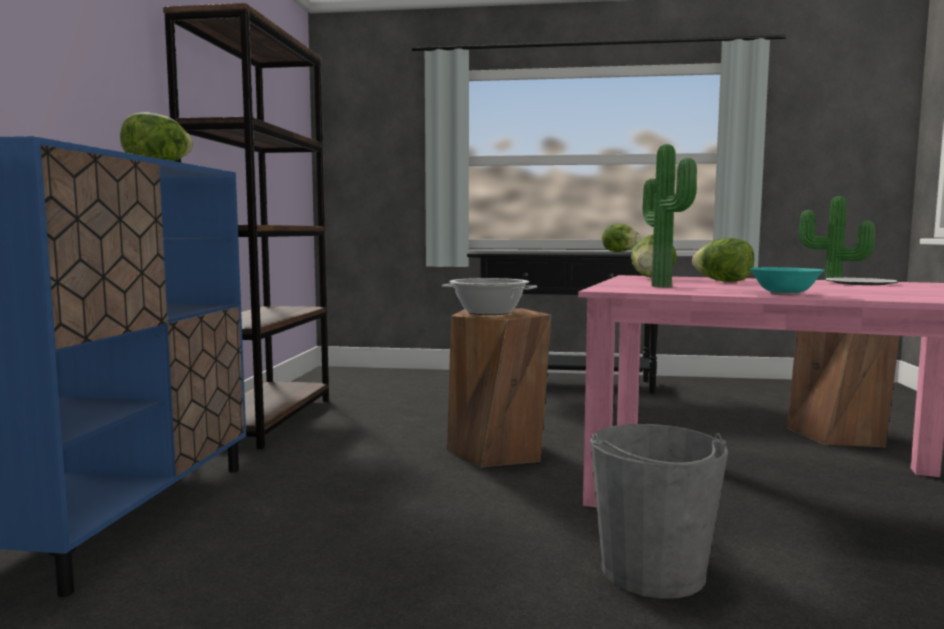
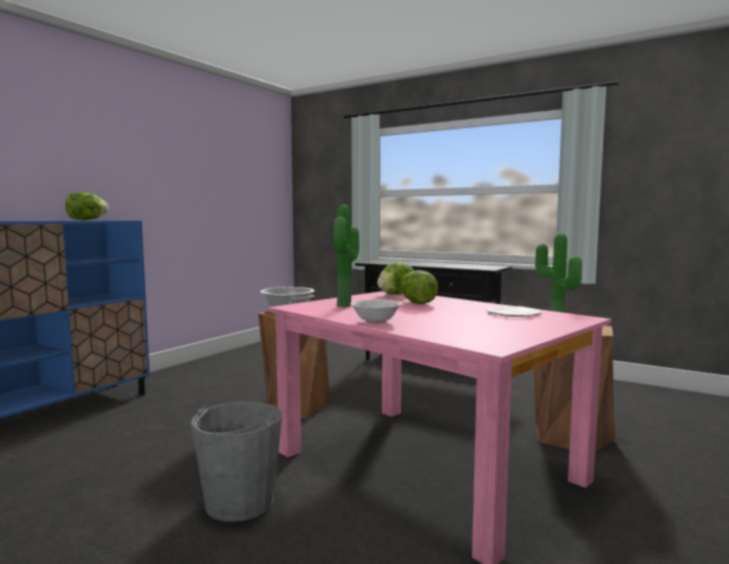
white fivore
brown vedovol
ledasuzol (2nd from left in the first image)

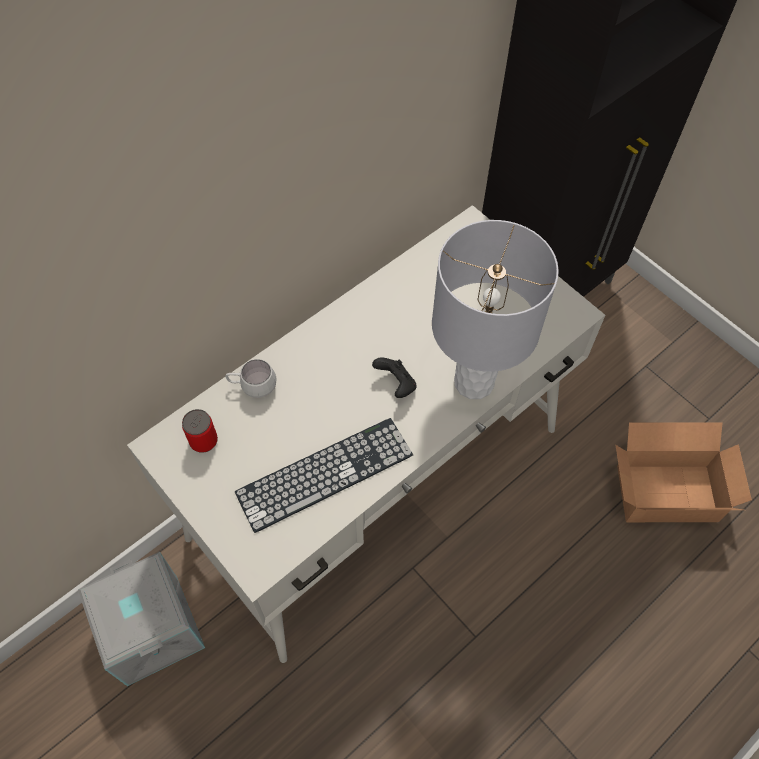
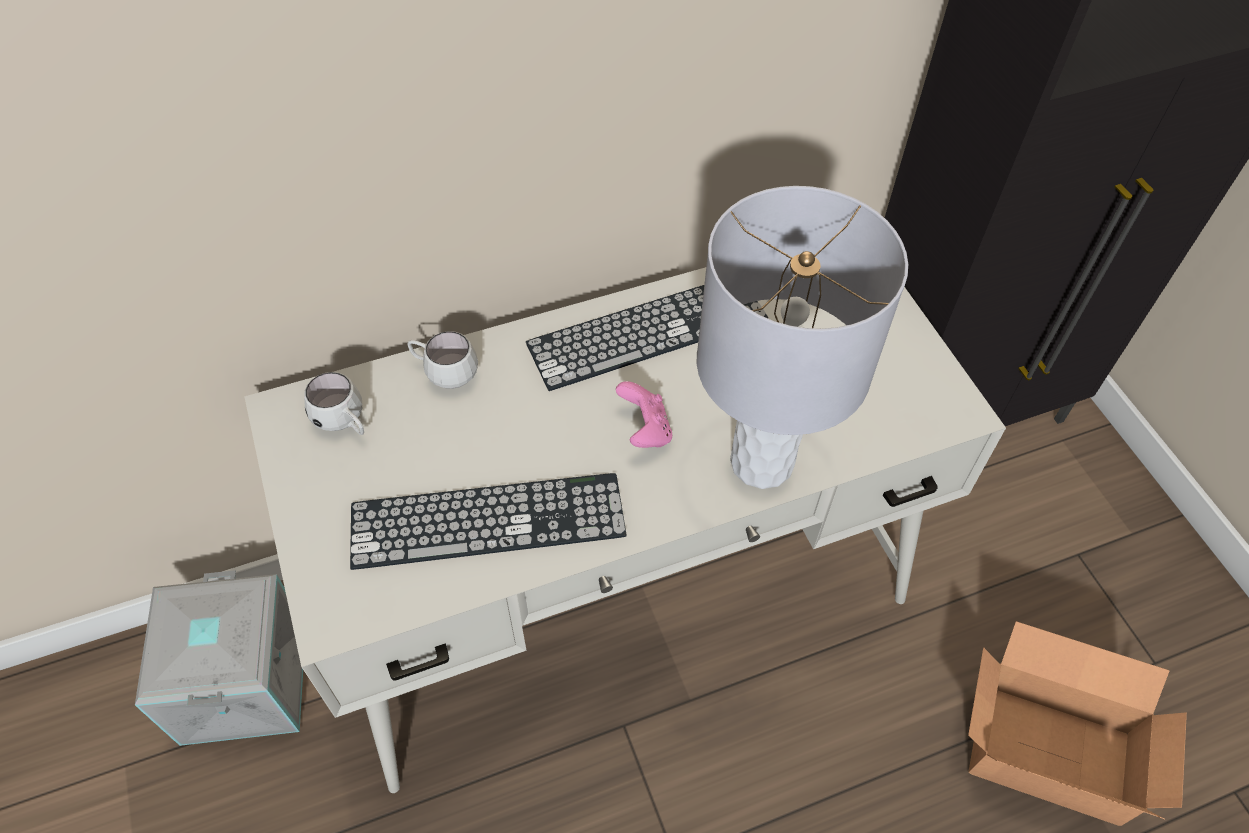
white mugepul (1st from left)
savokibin (2nd from left)
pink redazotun

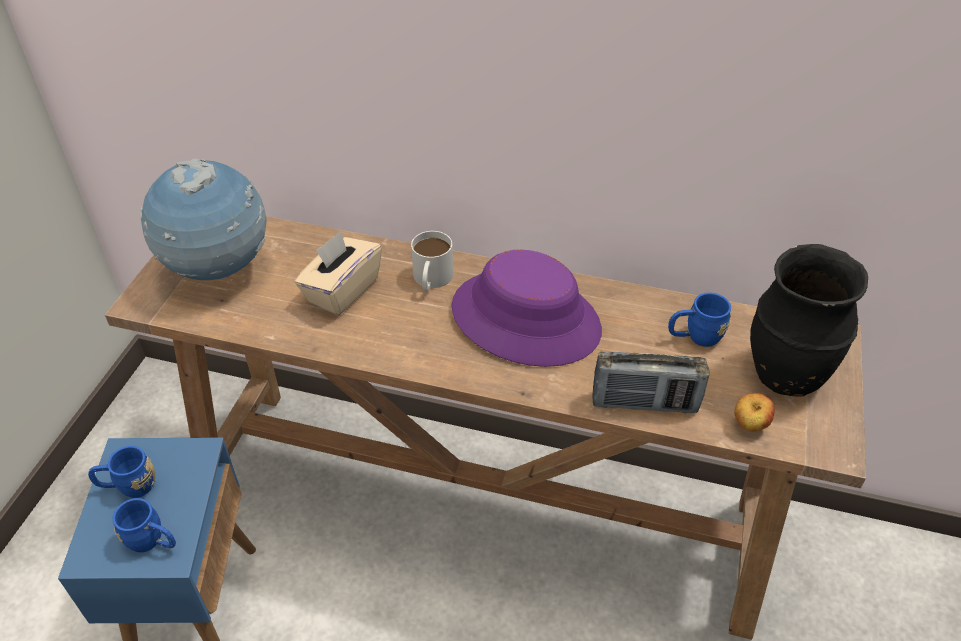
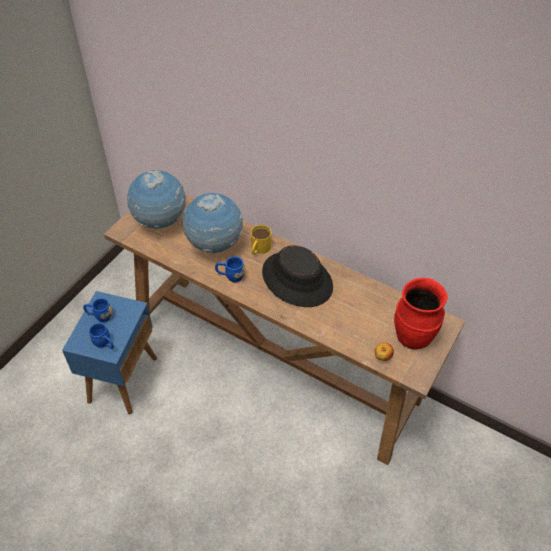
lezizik (2nd from left)
blue mugepul (3rd from left)
yellow mugepul
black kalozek
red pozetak
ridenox

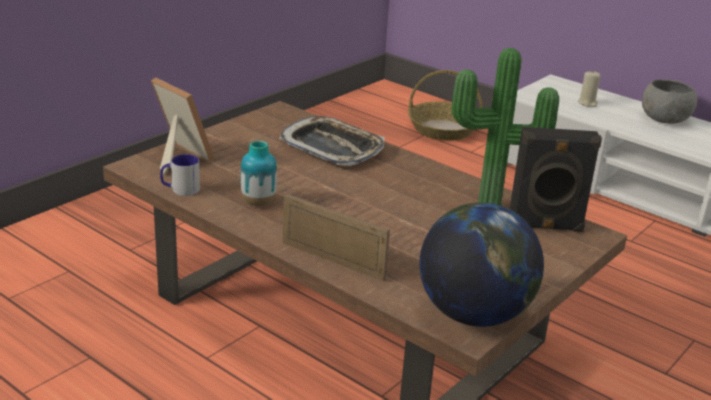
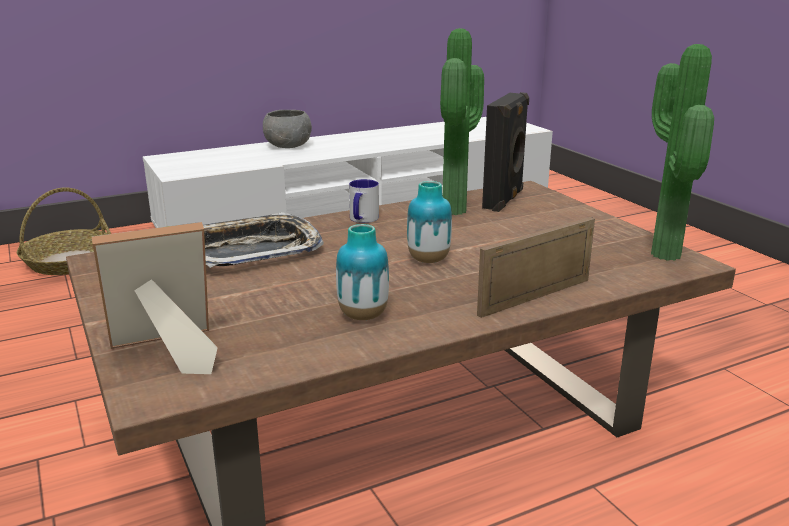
mugepul
pozetak (2nd from left)
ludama (2nd from left)
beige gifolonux

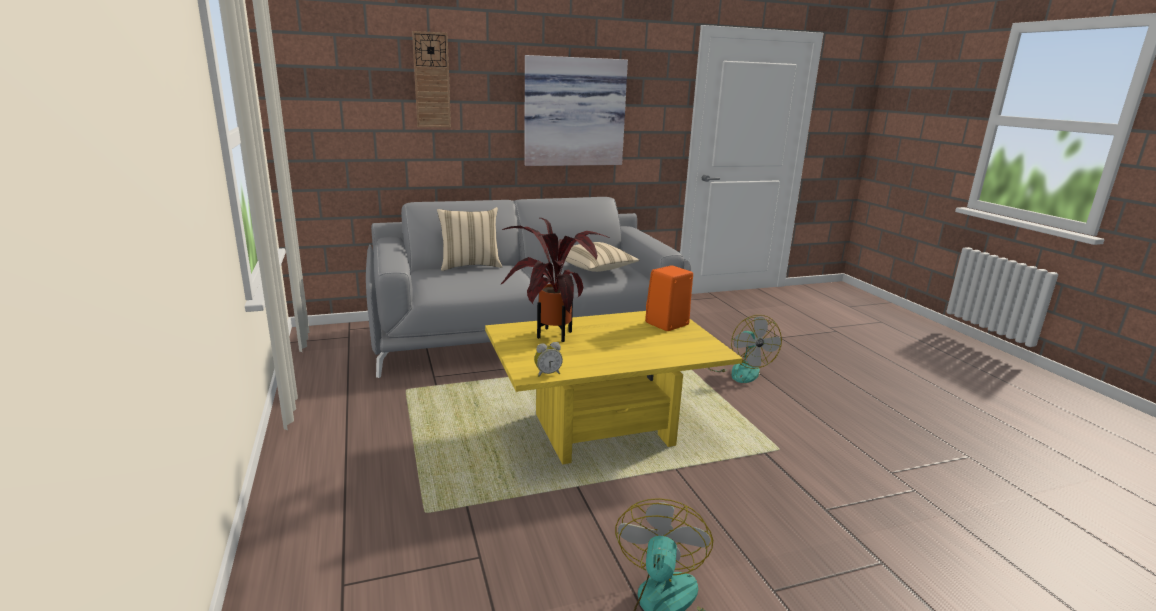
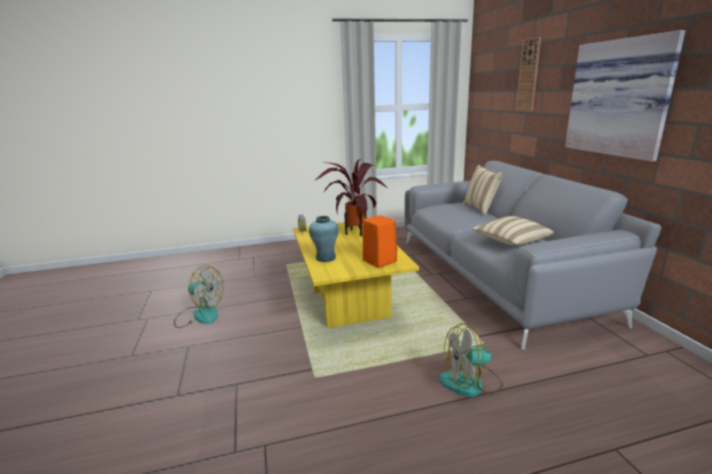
turquoise pozetak

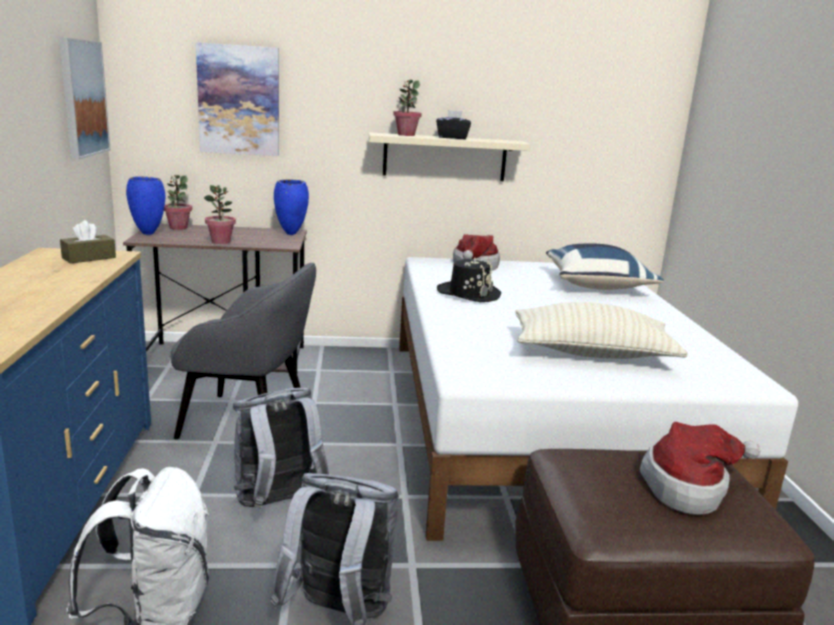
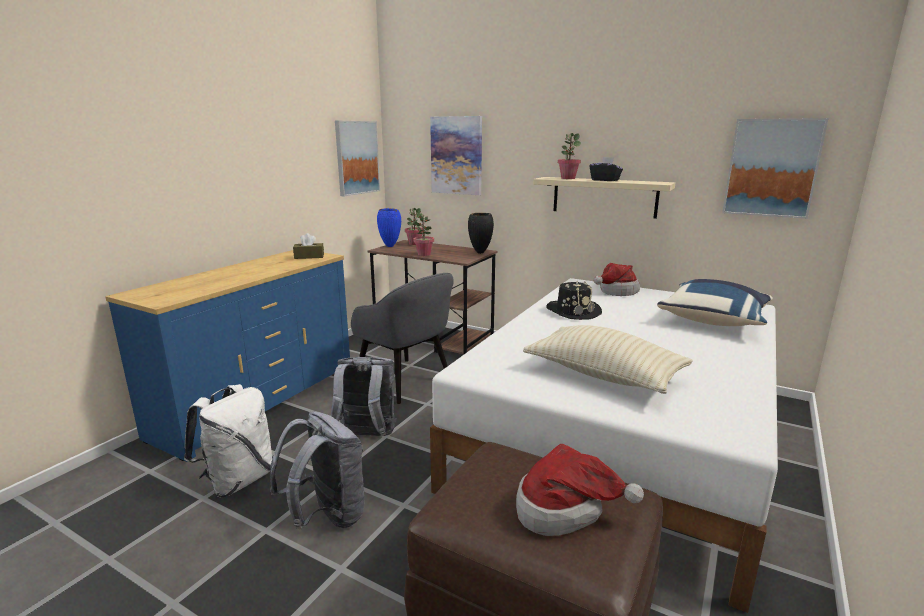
black pozetak
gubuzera (3rd from left)

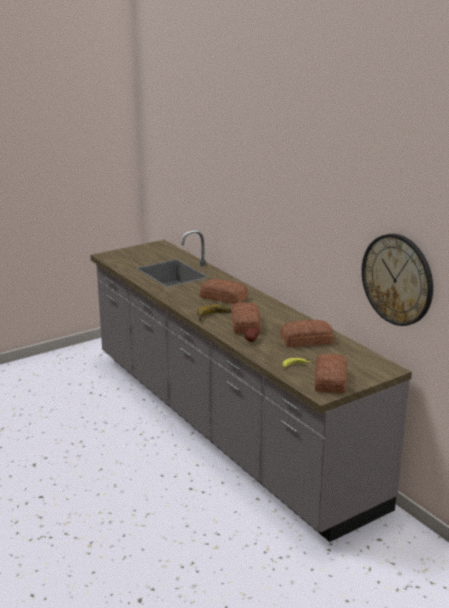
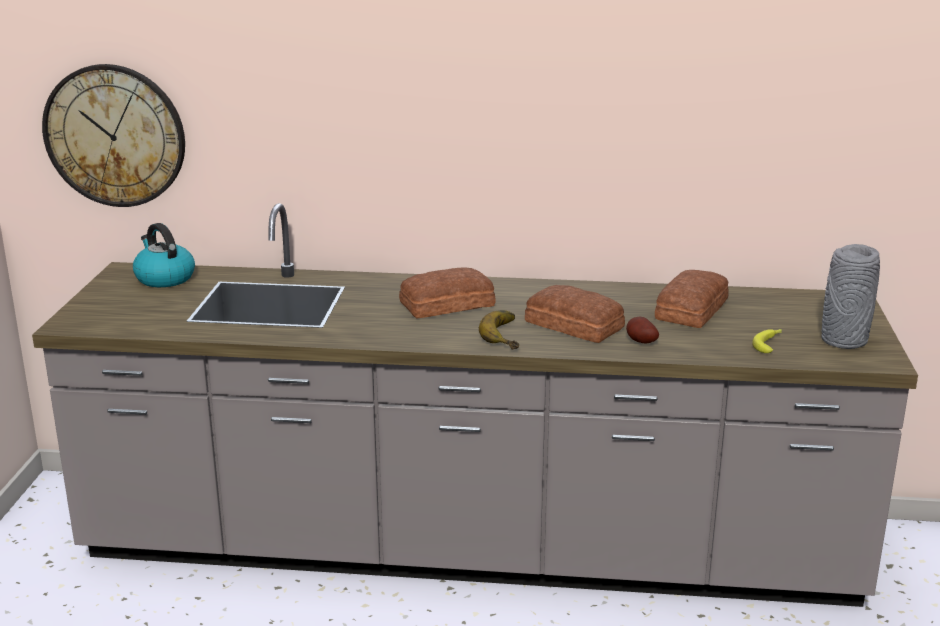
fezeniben
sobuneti
grey pozetak

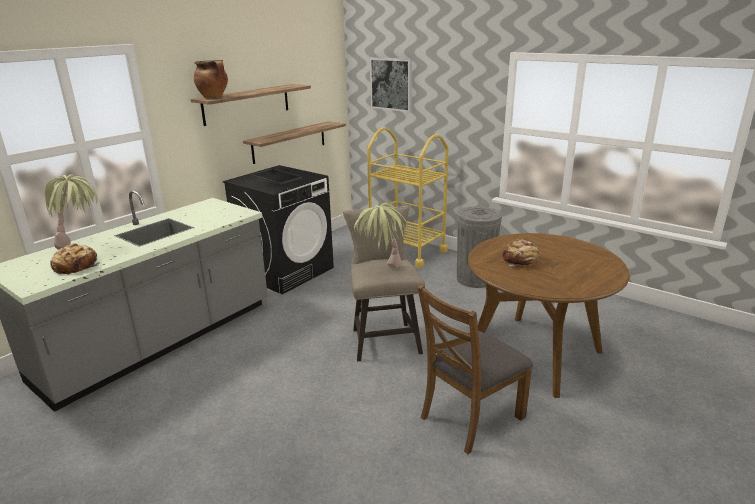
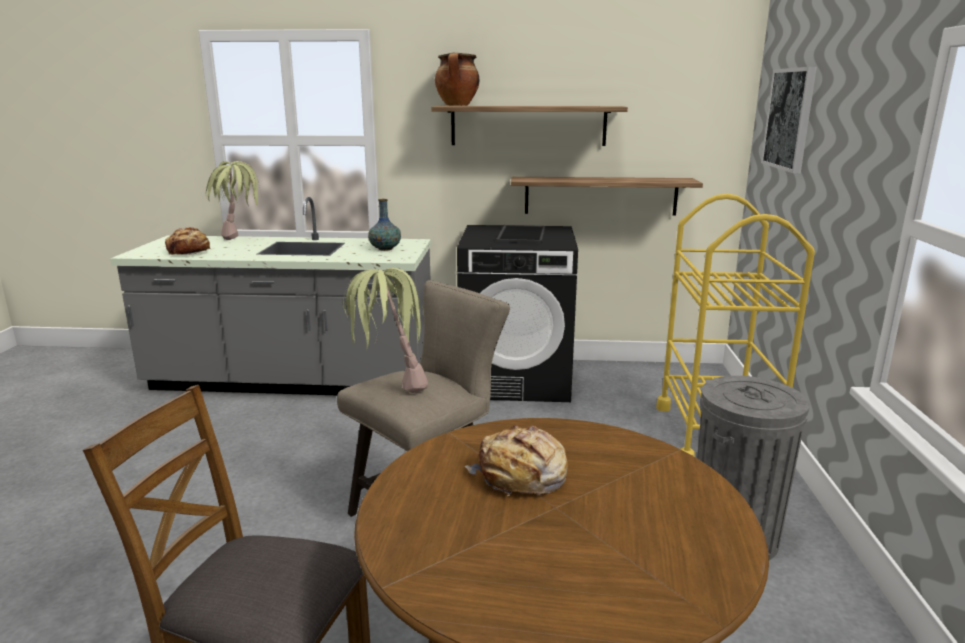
pozetak

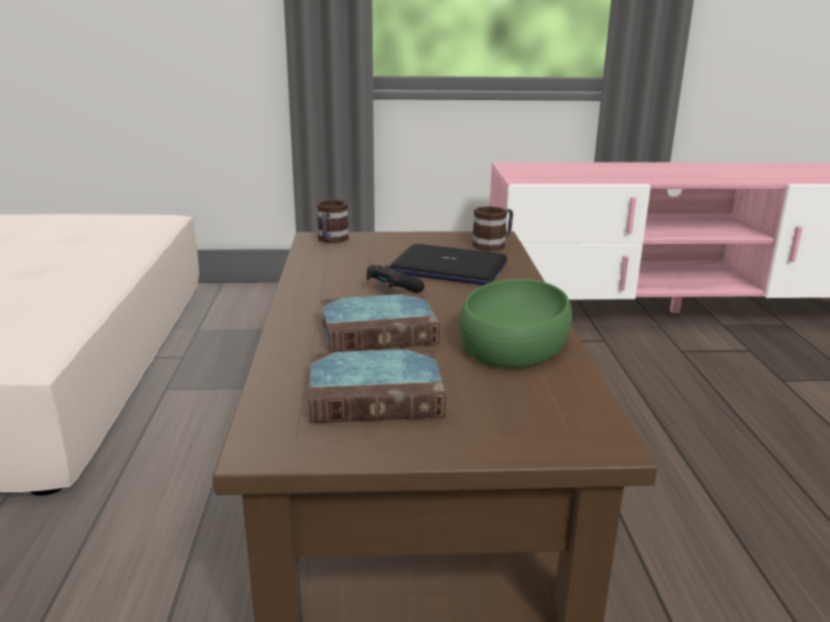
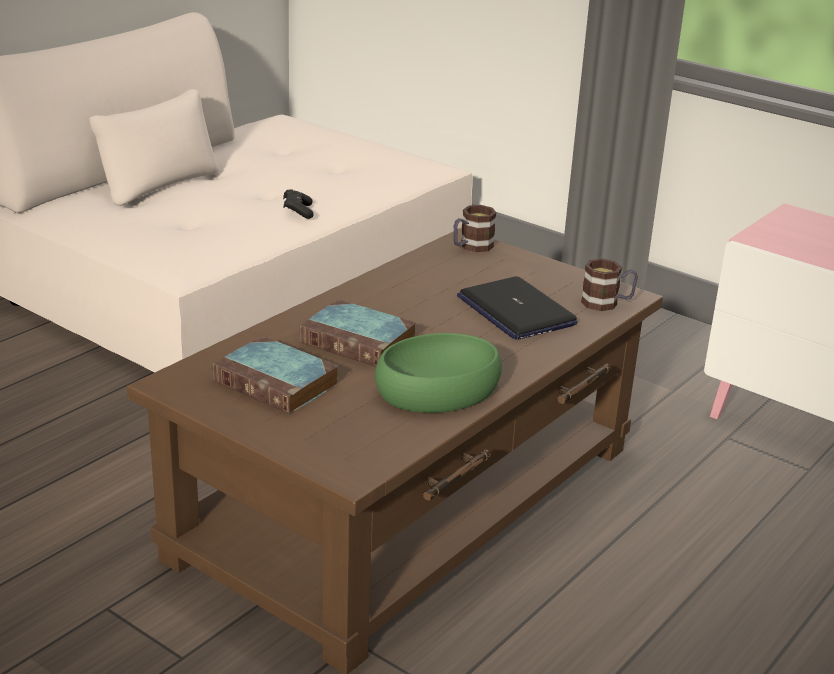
black redazotun

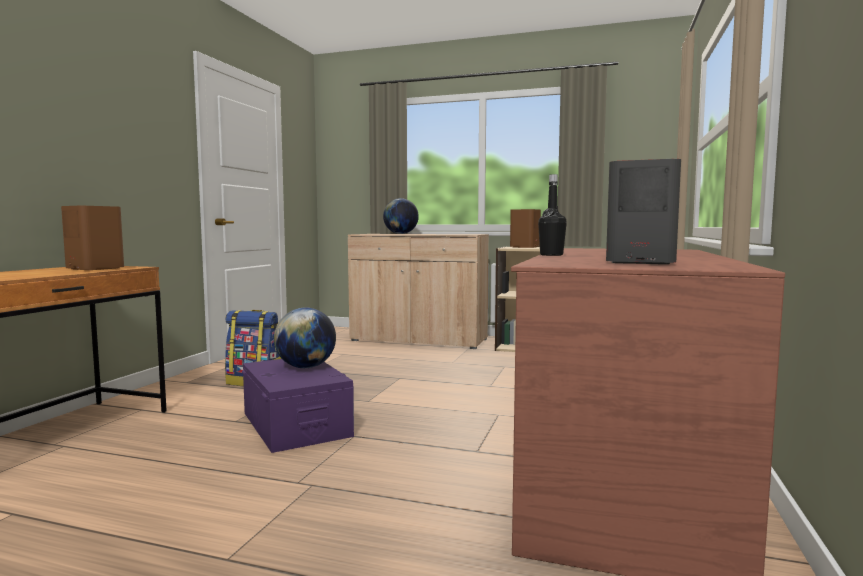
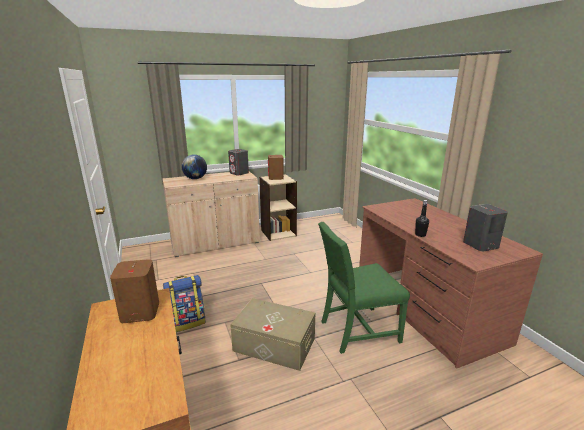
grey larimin (1st from left)
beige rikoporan
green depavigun
lezizik (1st from left in the first image)

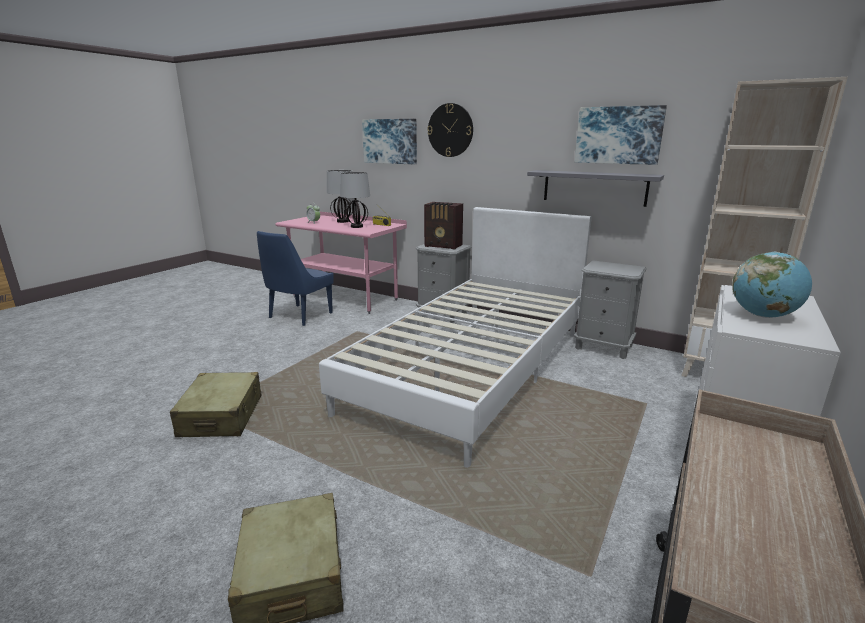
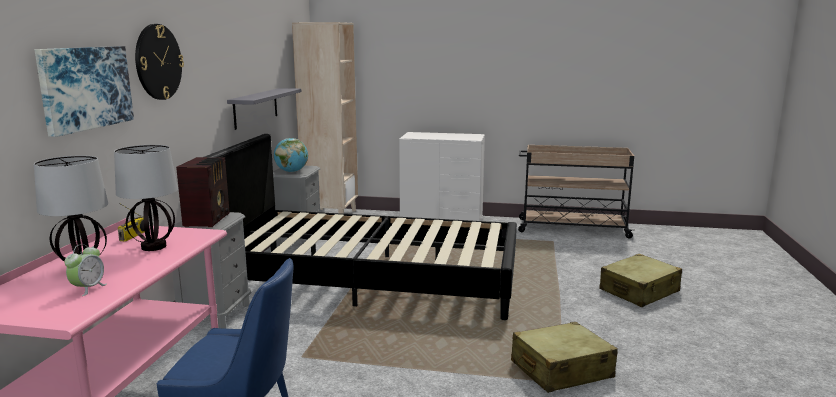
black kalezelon
lezizik
gubuzera (2nd from left in the first image)

